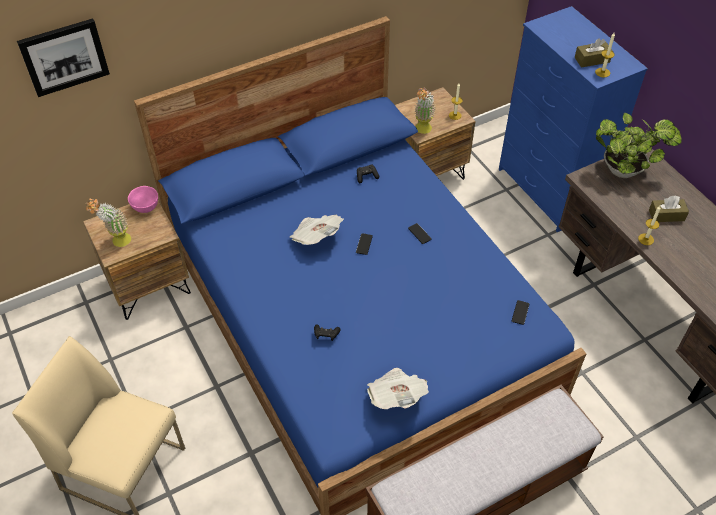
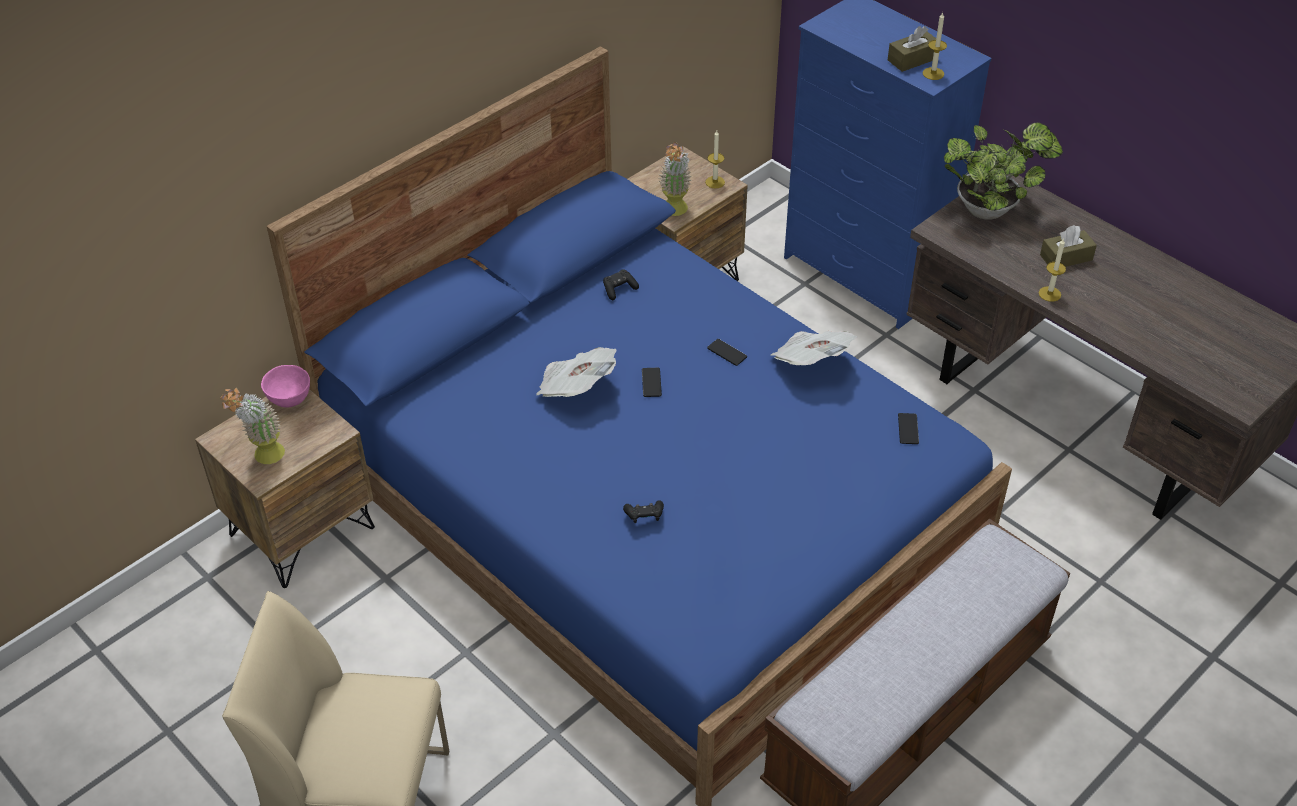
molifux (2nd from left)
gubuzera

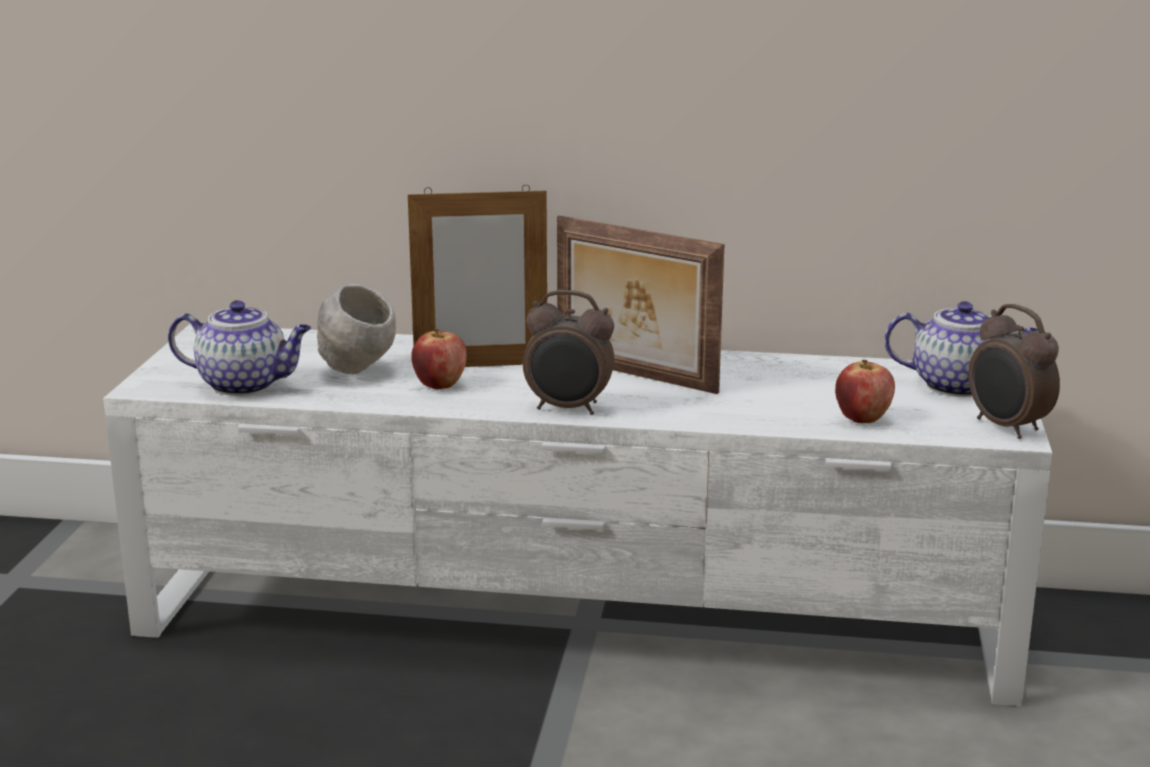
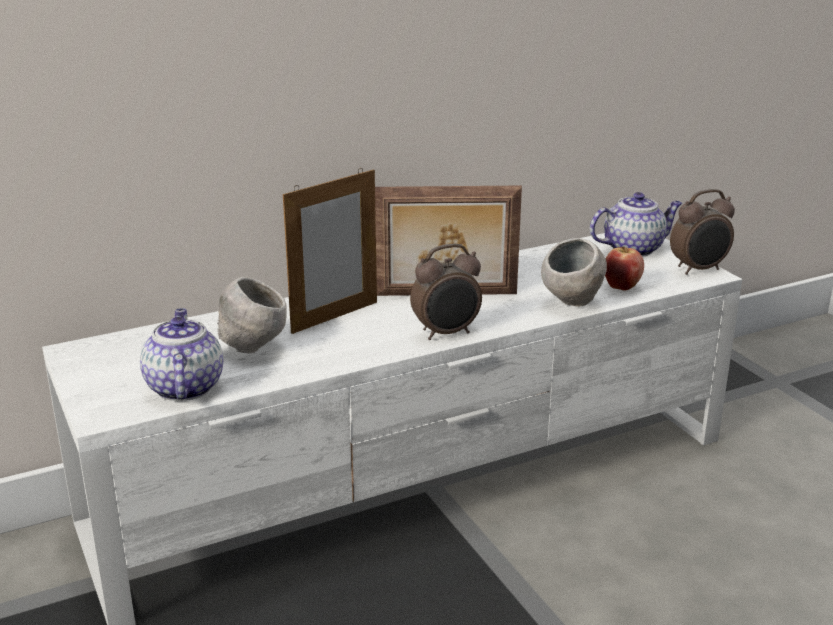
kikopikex (1st from left)
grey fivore (2nd from left)
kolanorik (2nd from left)
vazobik (1st from left in the first image)

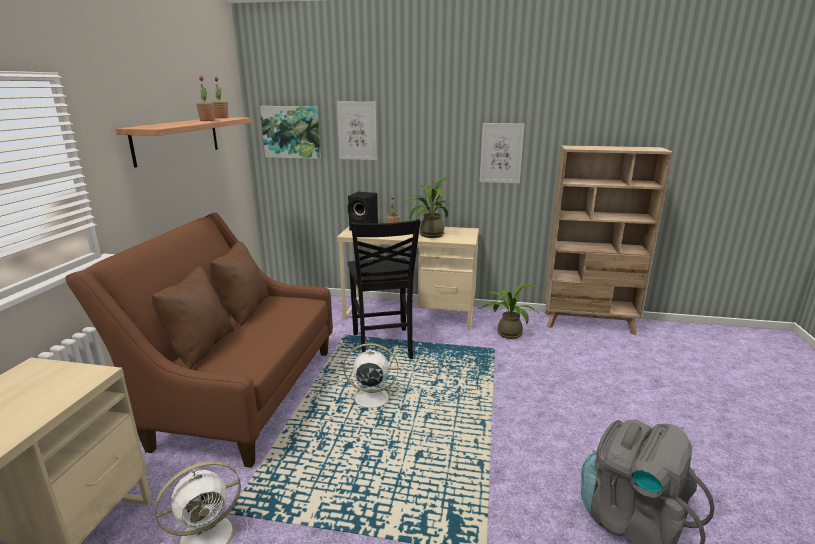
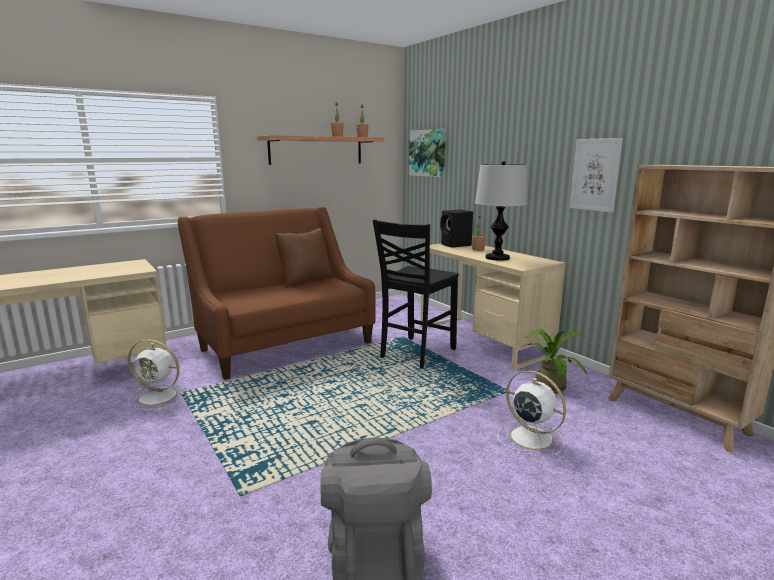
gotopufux
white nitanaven (2nd from left)
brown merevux (1st from left in the first image)
gubuzera (2nd from left in the first image)

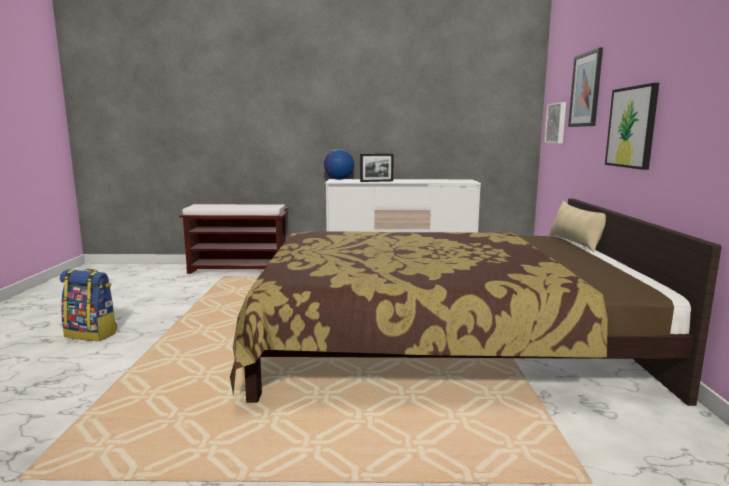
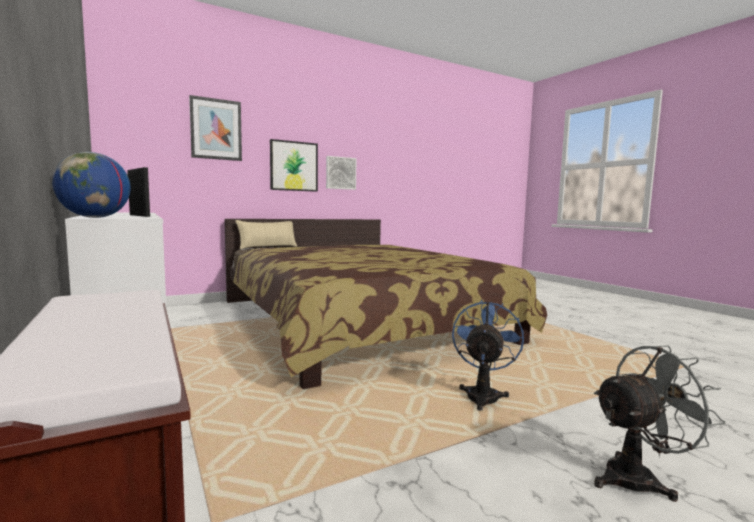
gubuzera (3rd from left)
blue nitanaven
grey nitanaven

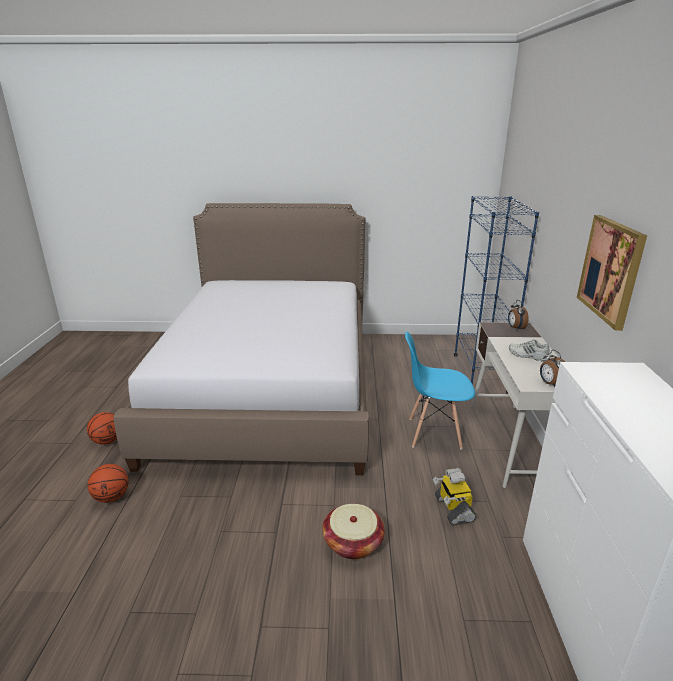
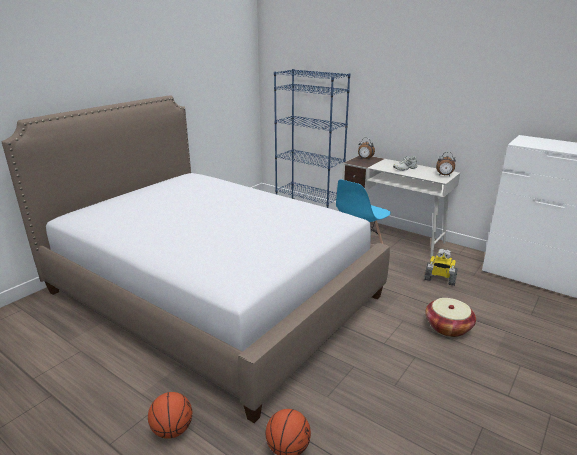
gubuzera

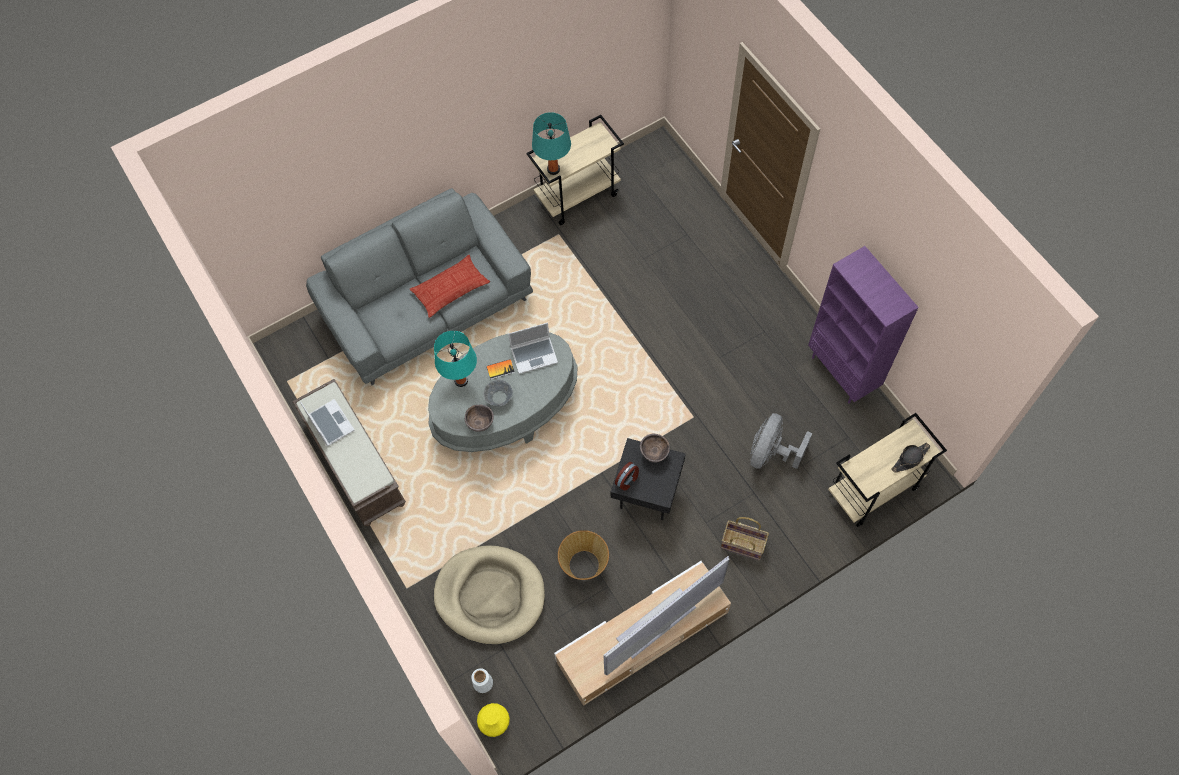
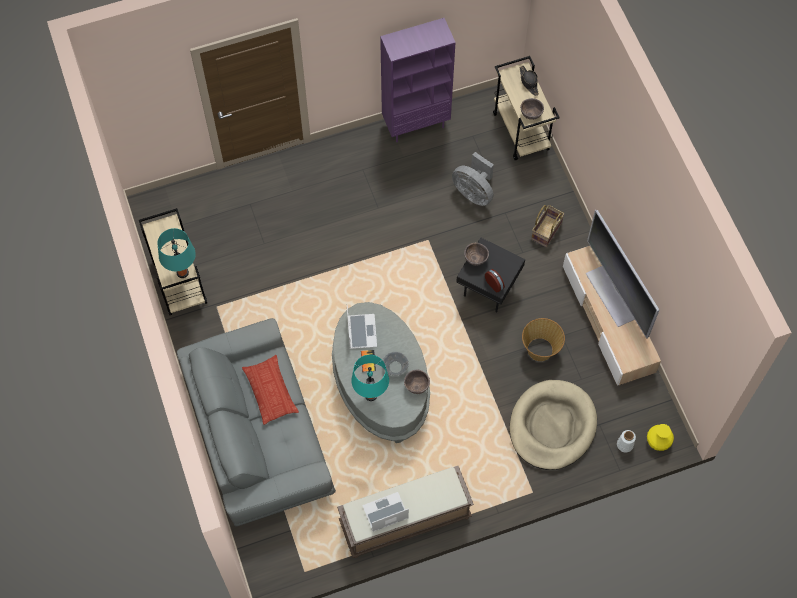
brown fivore (3rd from left)

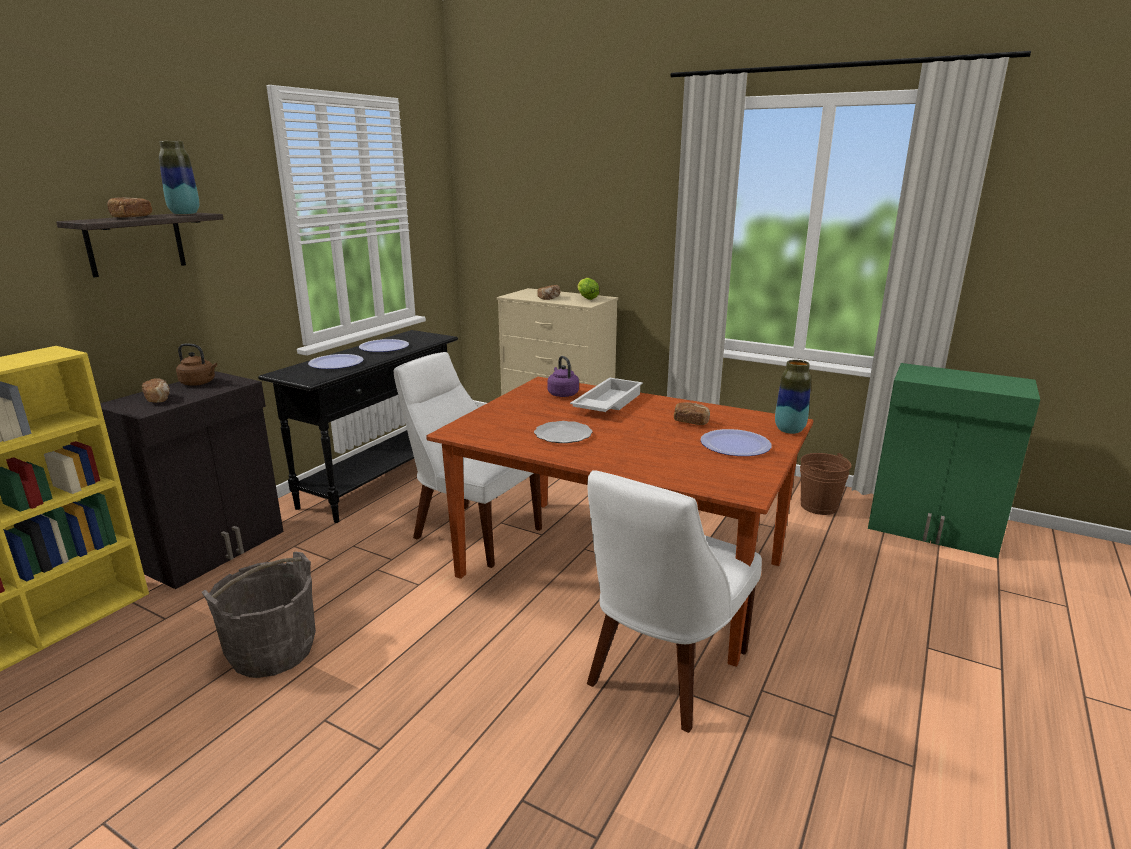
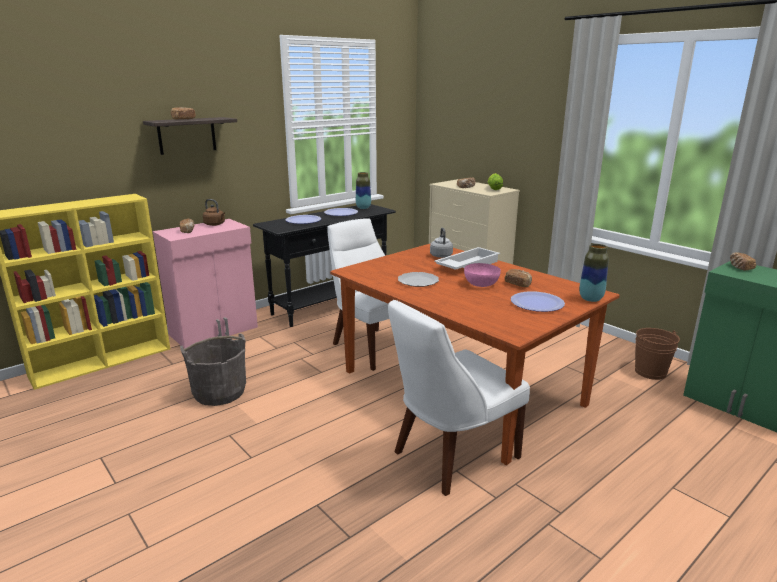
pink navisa
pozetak (1st from left)
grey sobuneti
pink fivore
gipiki (5th from left)

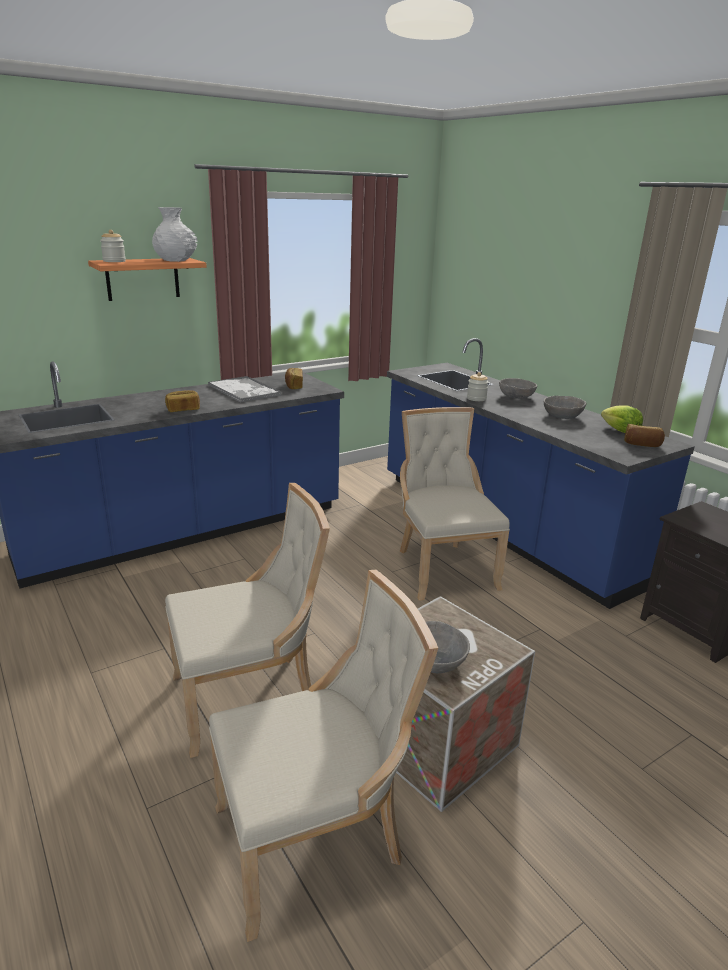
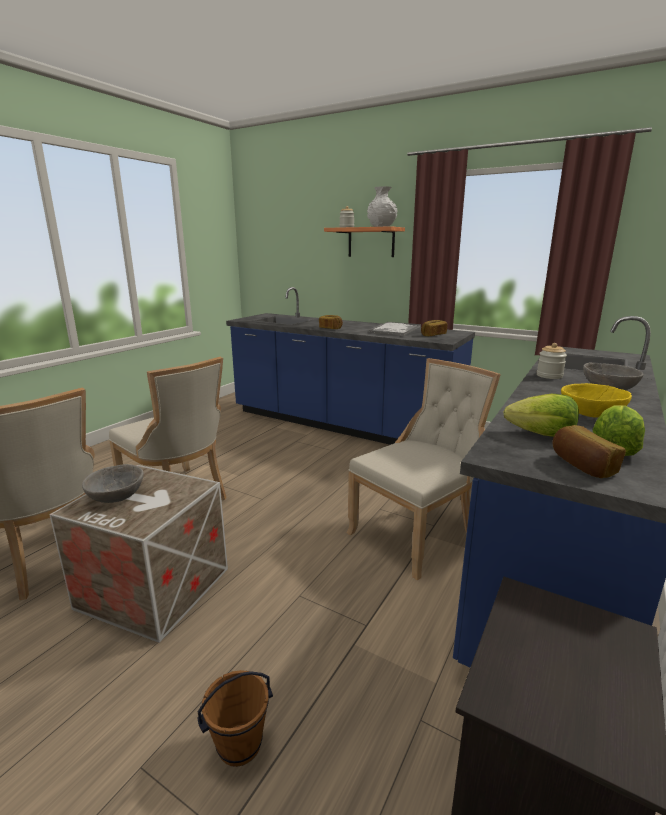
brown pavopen
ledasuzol (1st from left)
yellow fivore

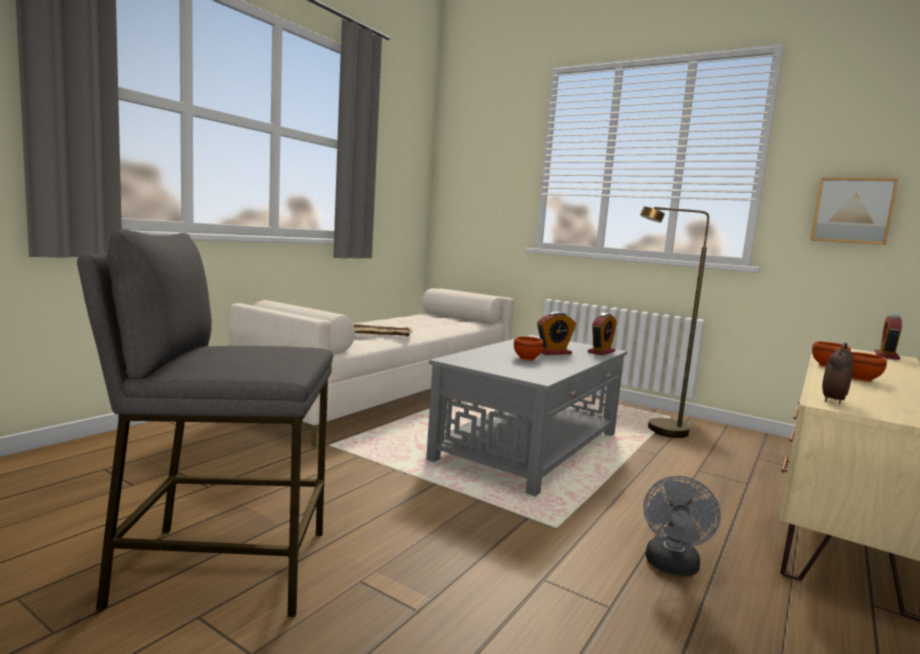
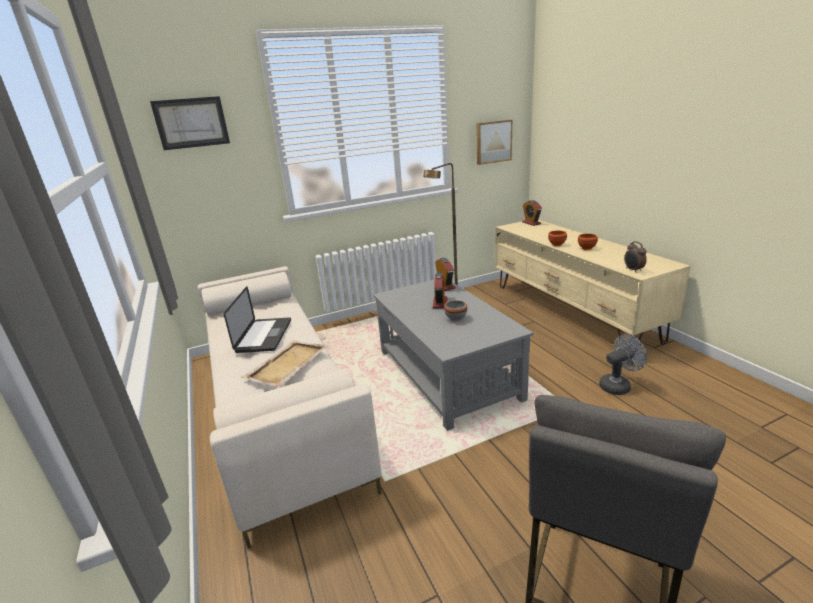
gubuzera (1st from left)
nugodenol
grey fivore
grey nitanaven

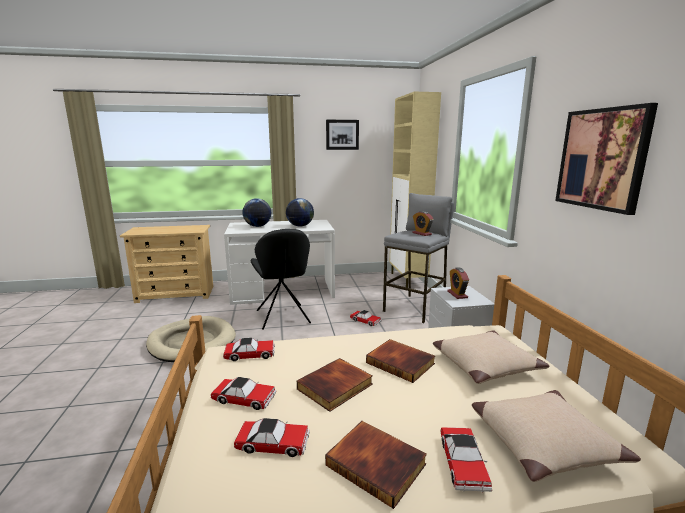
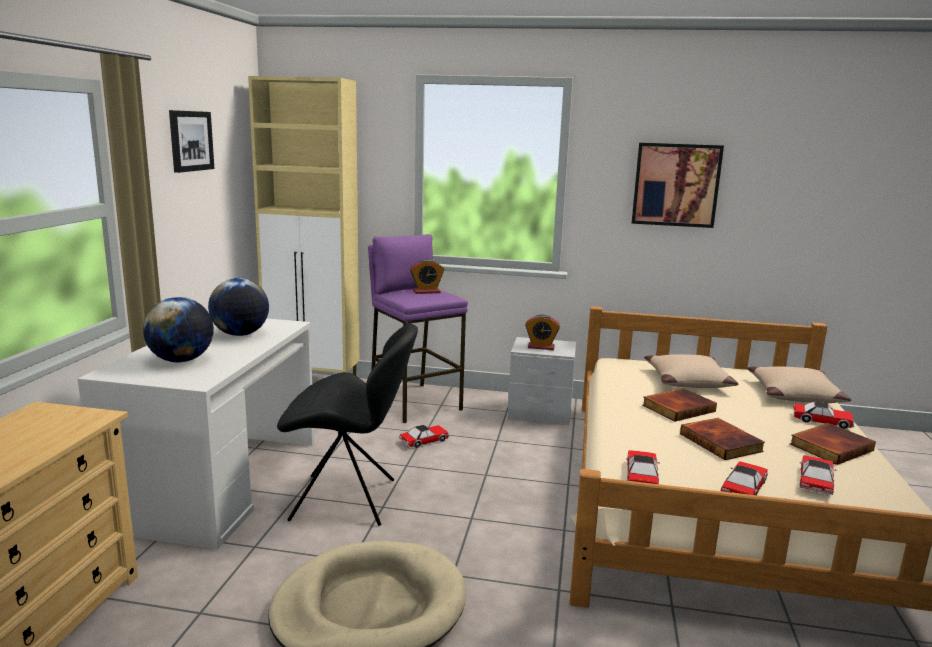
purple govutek

